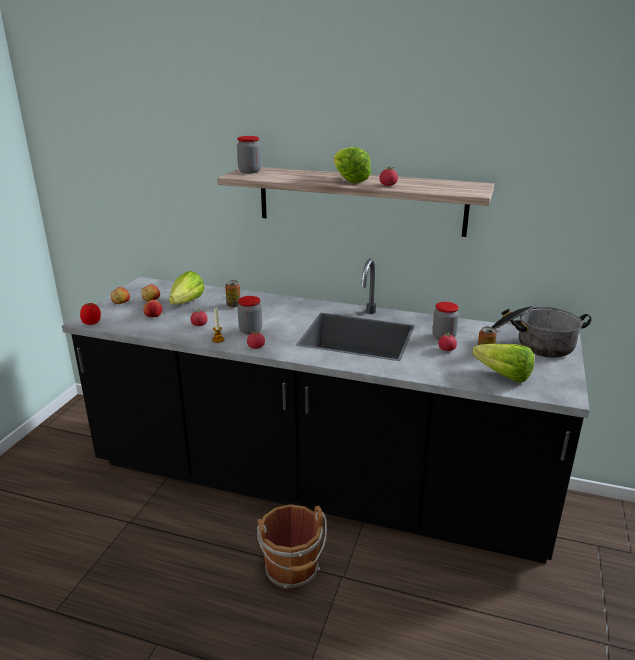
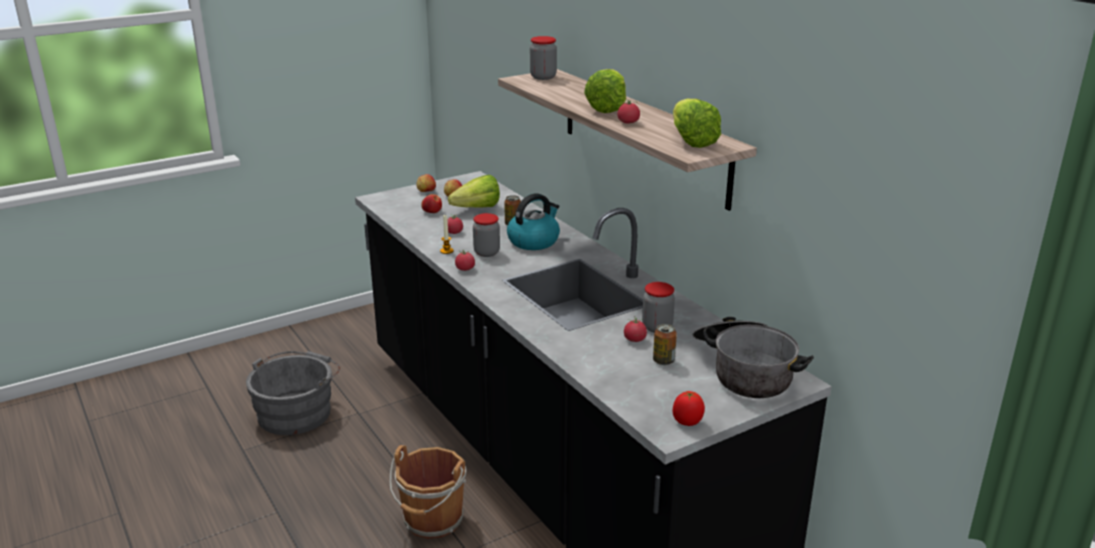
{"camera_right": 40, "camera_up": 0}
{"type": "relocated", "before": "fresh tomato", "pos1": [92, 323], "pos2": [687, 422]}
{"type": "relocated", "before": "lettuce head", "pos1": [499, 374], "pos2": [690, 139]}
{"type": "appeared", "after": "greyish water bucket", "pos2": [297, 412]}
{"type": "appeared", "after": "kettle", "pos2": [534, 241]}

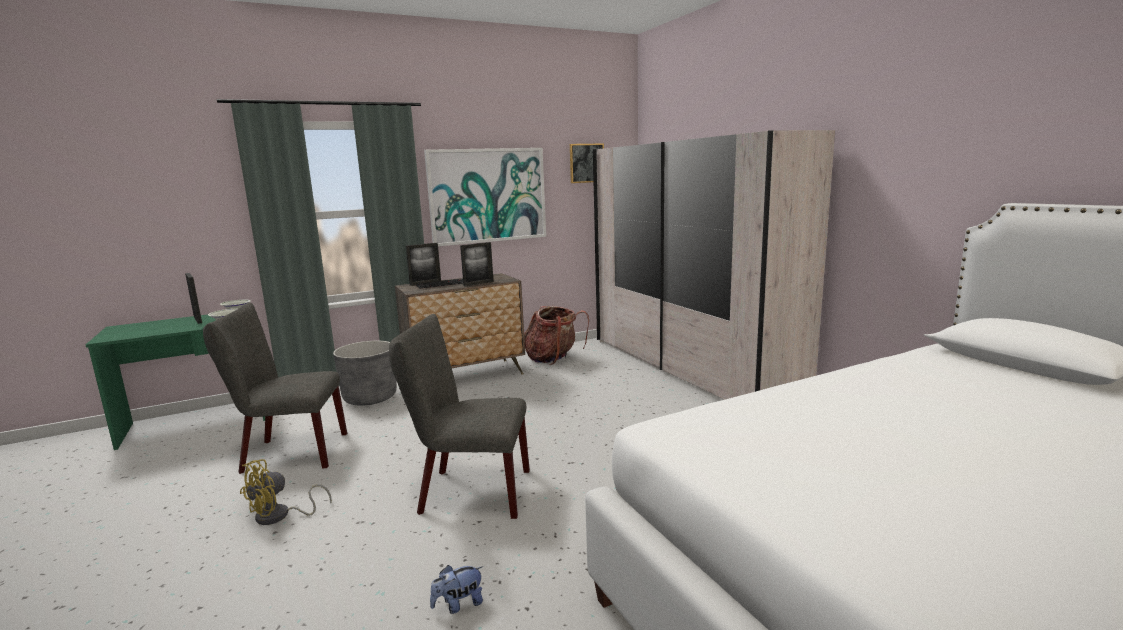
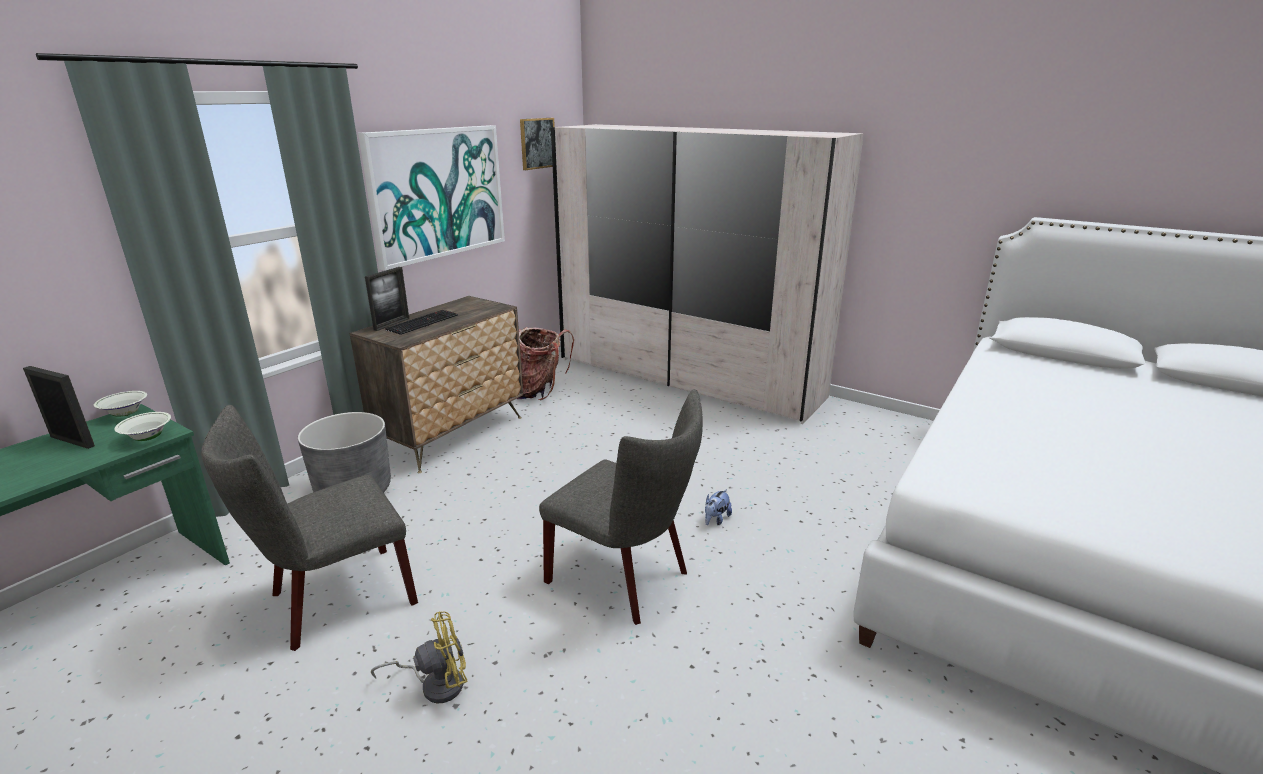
{"camera_right": -30, "camera_up": 10}
{"type": "spun", "before": "yellow cooling fan", "pos1": [280, 516], "pos2": [436, 684], "turn": -120}
{"type": "spun", "before": "greyish chair", "pos1": [468, 492], "pos2": [626, 579], "turn": -120}
{"type": "relocated", "before": "plush toy", "pos1": [458, 604], "pos2": [716, 520]}
{"type": "missing", "before": "photo frame", "pos1": [478, 284]}

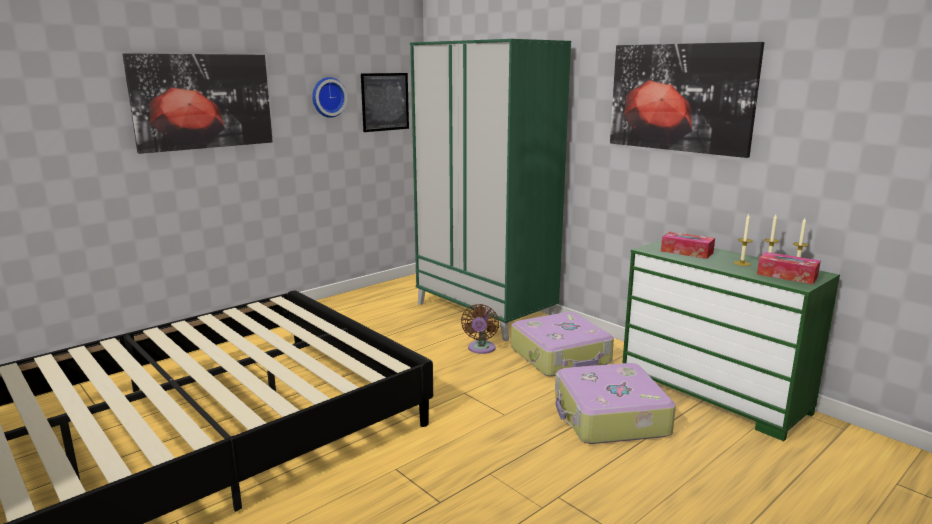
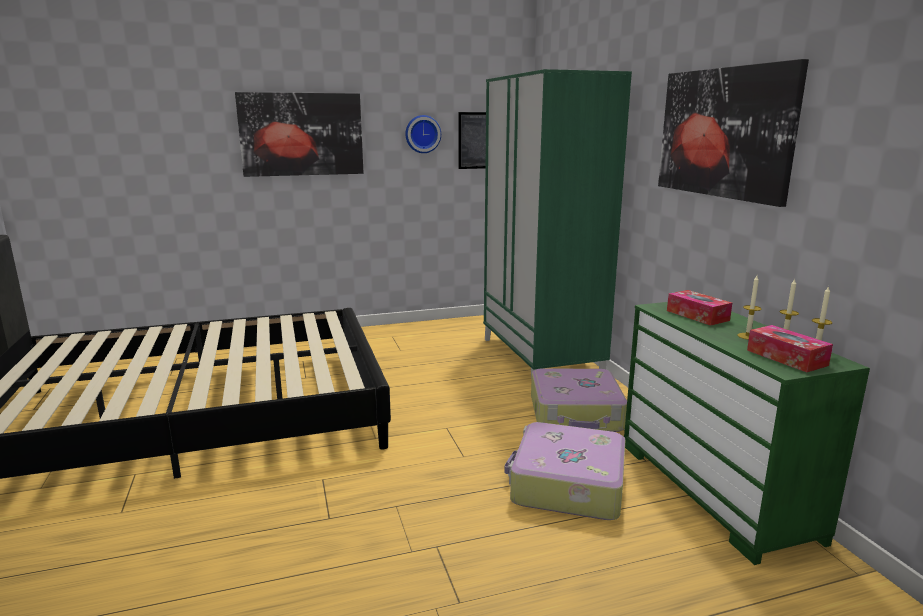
{"camera_right": 25, "camera_up": 0}
{"type": "missing", "before": "brown cooling fan", "pos1": [481, 349]}

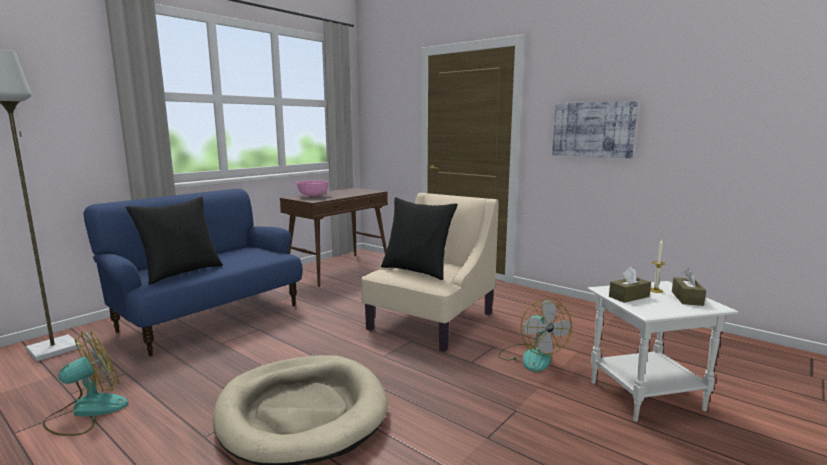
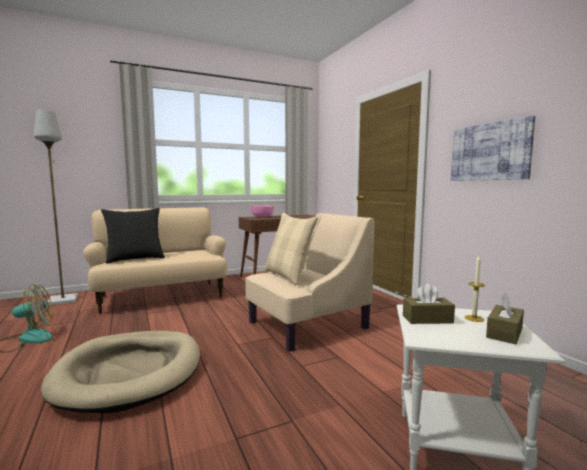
{"camera_right": 25, "camera_up": -5}
{"type": "colour", "before": "blue-coloured couch", "after": "beige couch", "pos1": [209, 317], "pos2": [161, 296]}
{"type": "colour", "before": "blackish throw pillow", "after": "beige throw pillow", "pos1": [416, 270], "pos2": [288, 276]}
{"type": "missing", "before": "cooling fan", "pos1": [531, 357]}

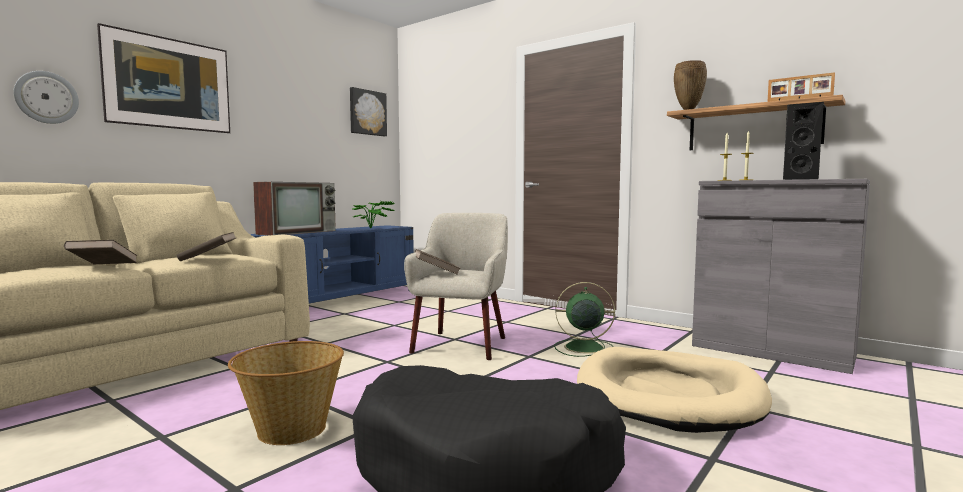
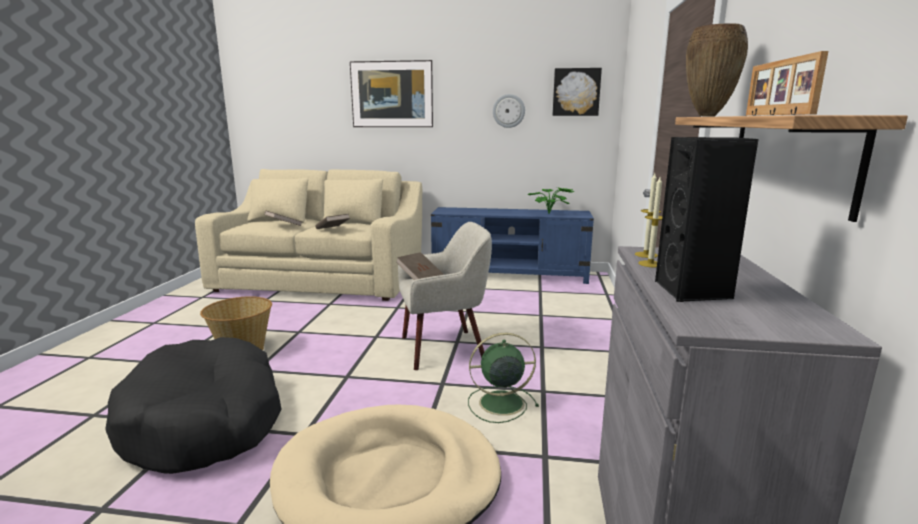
{"camera_right": 60, "camera_up": 10}
{"type": "relocated", "before": "wall clock", "pos1": [46, 97], "pos2": [508, 111]}
{"type": "missing", "before": "television", "pos1": [298, 232]}
{"type": "spun", "before": "greenish cooling fan", "pos1": [582, 347], "pos2": [499, 403], "turn": -75}

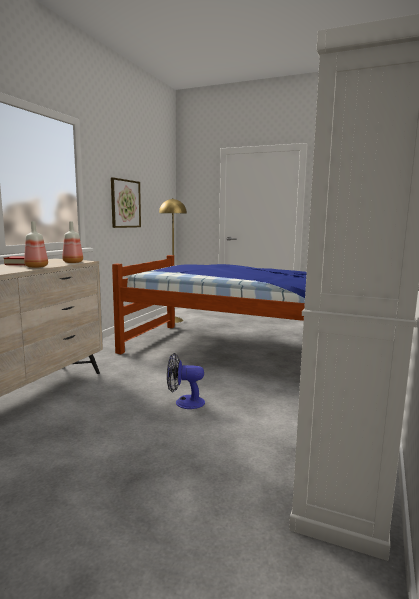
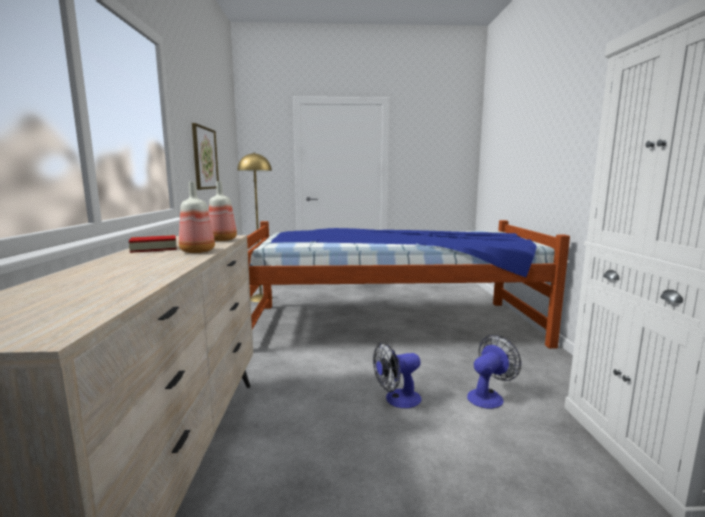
{"camera_right": -25, "camera_up": 0}
{"type": "appeared", "after": "cooling fan", "pos2": [488, 396]}

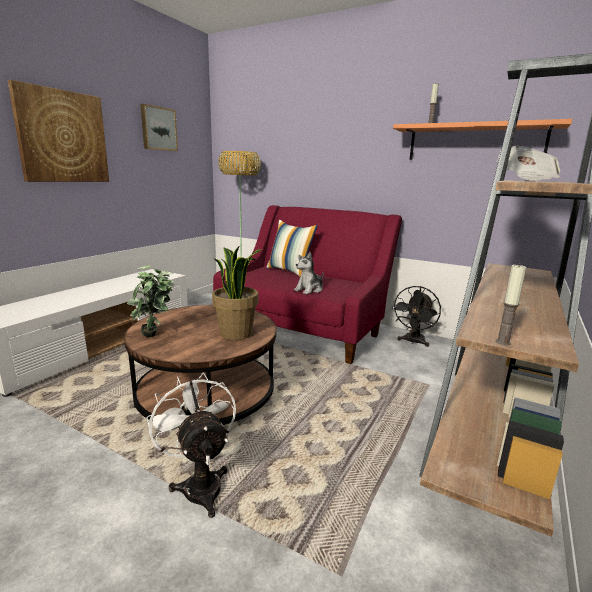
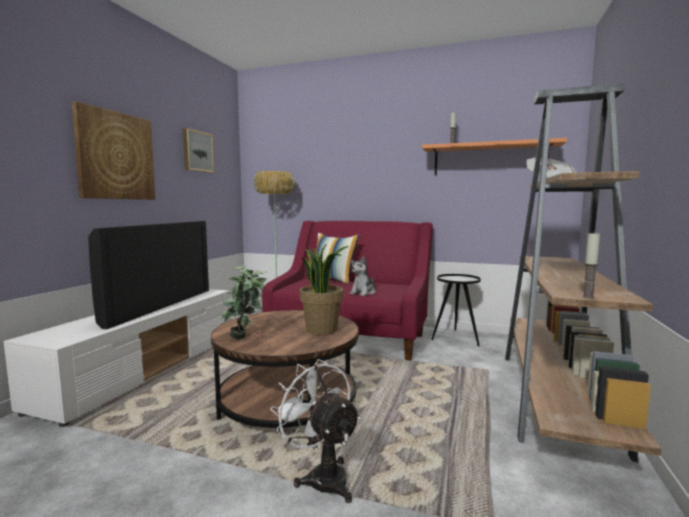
{"camera_right": -10, "camera_up": -10}
{"type": "exchanged", "before": "blackish cooling fan", "after": "blackish side table", "pos1": [413, 342], "pos2": [456, 337]}
{"type": "appeared", "after": "television", "pos2": [159, 305]}

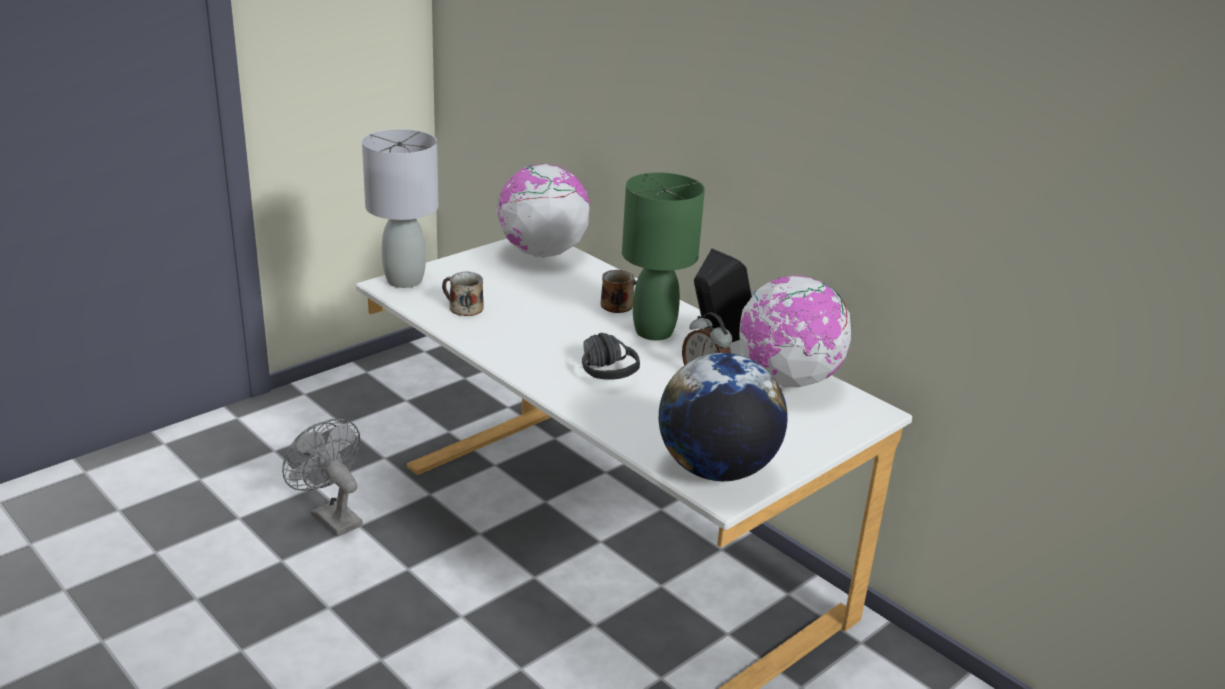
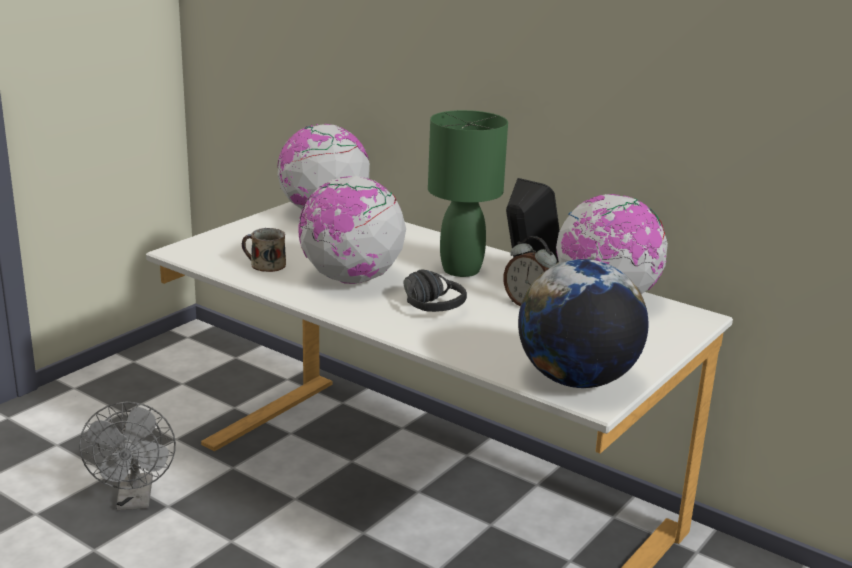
{"camera_right": -10, "camera_up": -5}
{"type": "spun", "before": "greyish cooling fan", "pos1": [331, 516], "pos2": [135, 500], "turn": -135}
{"type": "missing", "before": "greyish tabletop lamp", "pos1": [405, 280]}
{"type": "missing", "before": "coffee mug", "pos1": [619, 305]}
{"type": "appeared", "after": "globe", "pos2": [351, 279]}

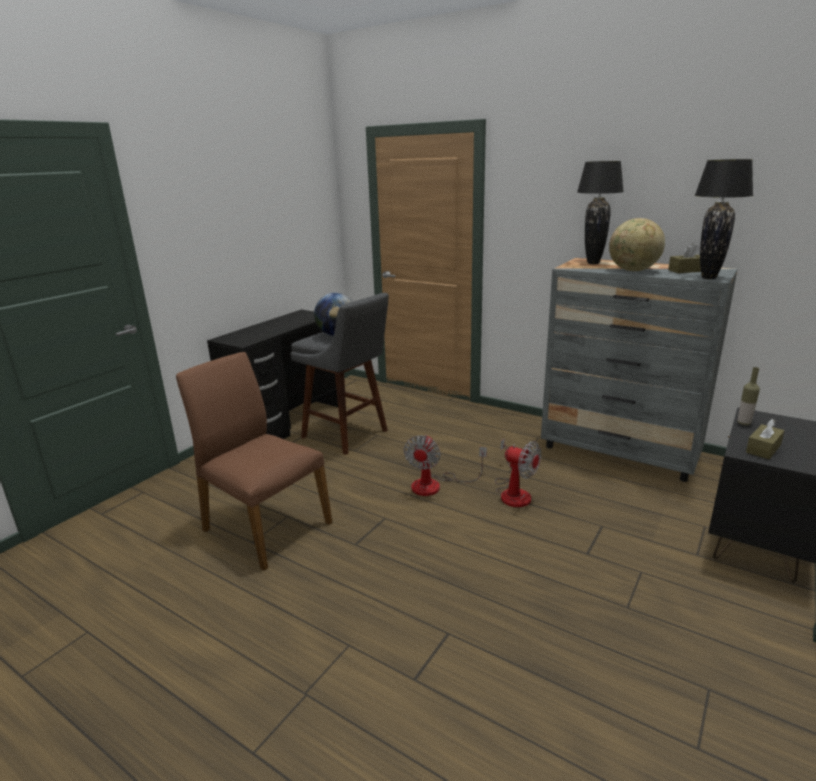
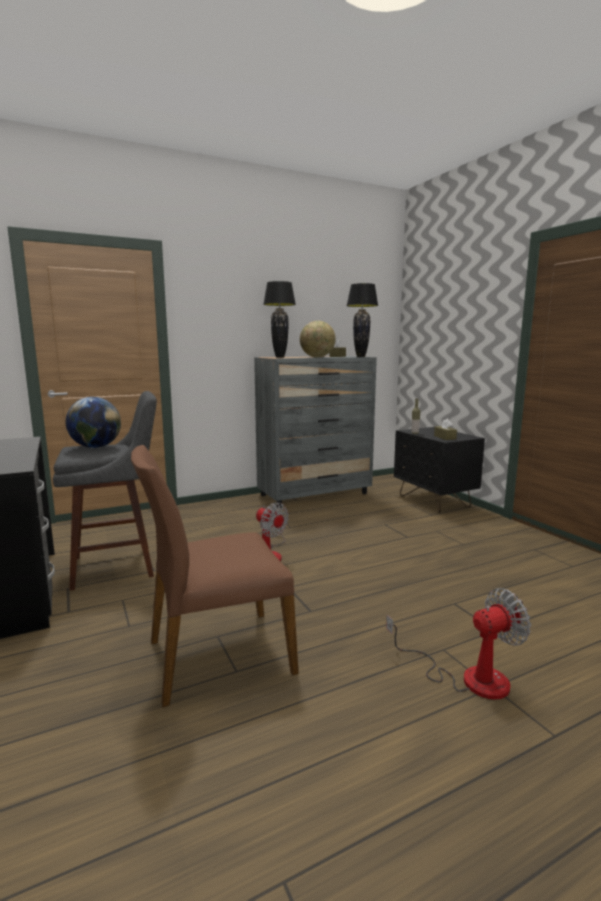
{"camera_right": -60, "camera_up": -10}
{"type": "relocated", "before": "cooling fan", "pos1": [513, 492], "pos2": [468, 677]}

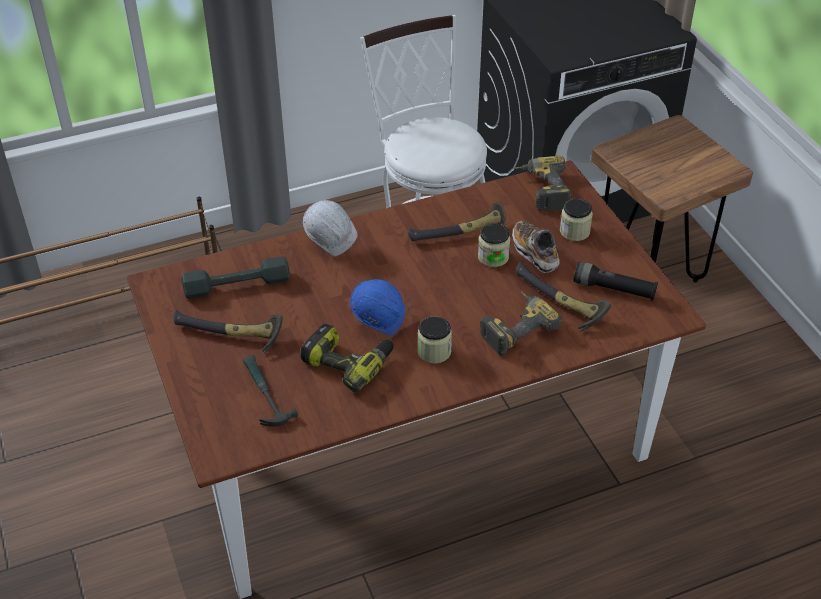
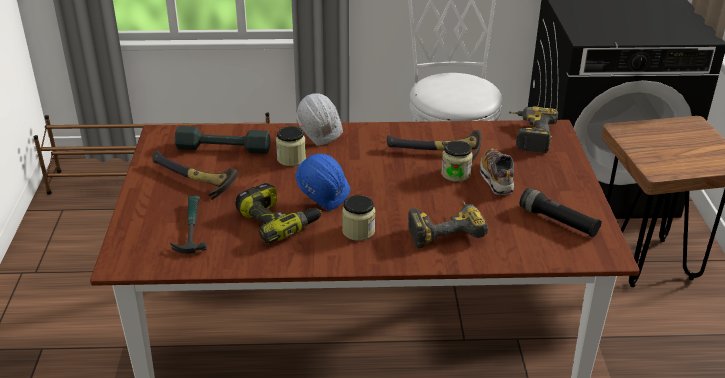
{"camera_right": 20, "camera_up": -10}
{"type": "missing", "before": "tool hammer", "pos1": [558, 304]}
{"type": "relocated", "before": "preserve jar", "pos1": [574, 231], "pos2": [291, 159]}

